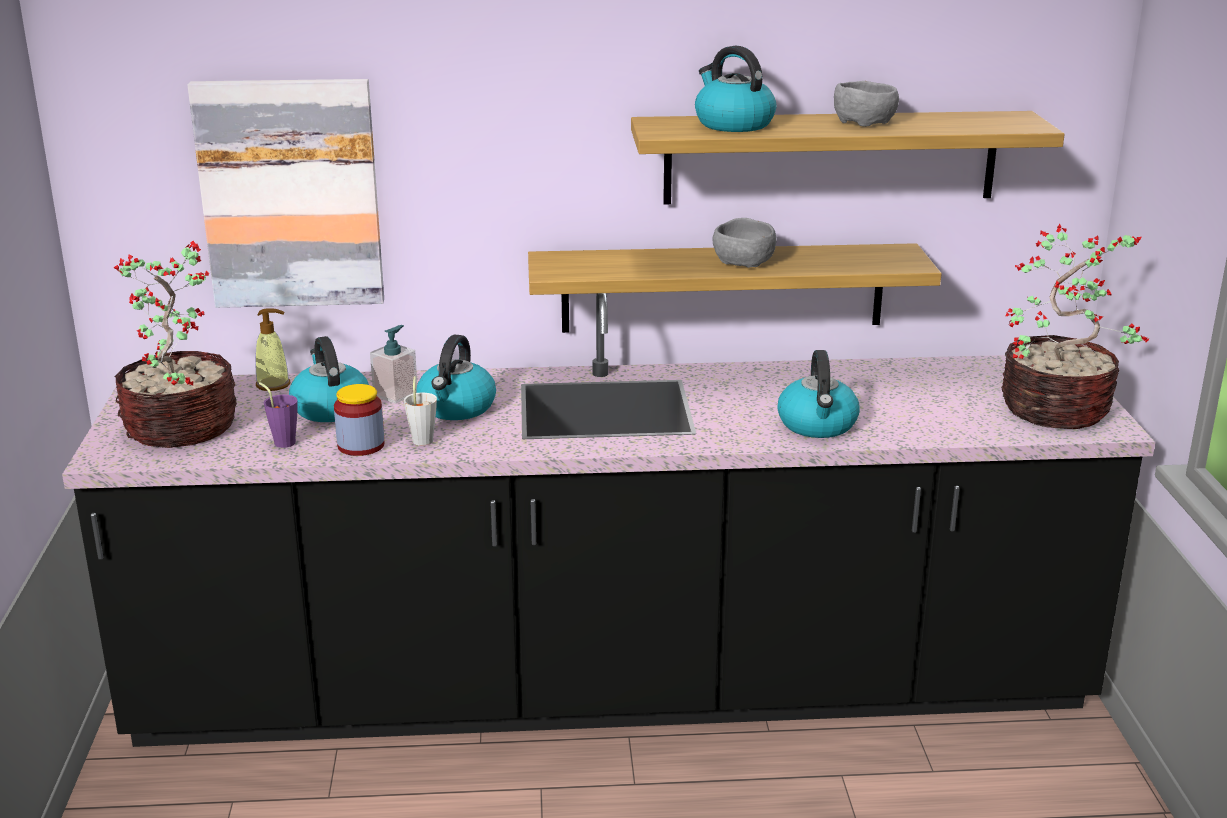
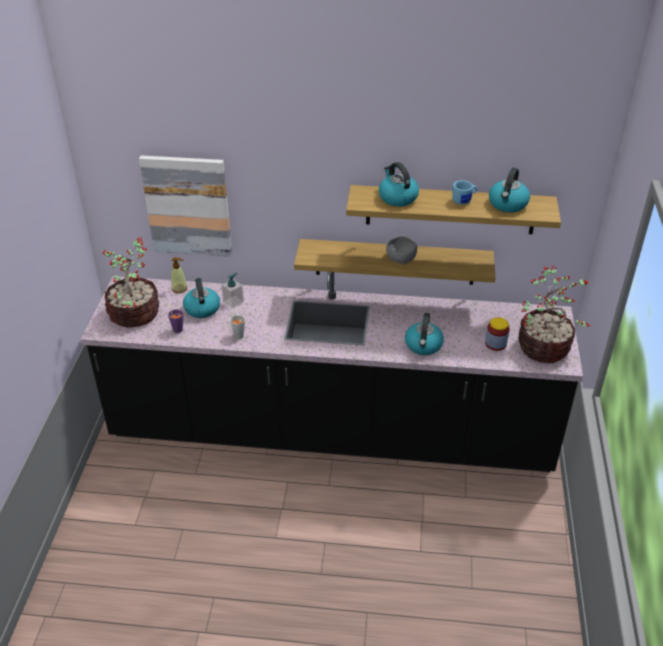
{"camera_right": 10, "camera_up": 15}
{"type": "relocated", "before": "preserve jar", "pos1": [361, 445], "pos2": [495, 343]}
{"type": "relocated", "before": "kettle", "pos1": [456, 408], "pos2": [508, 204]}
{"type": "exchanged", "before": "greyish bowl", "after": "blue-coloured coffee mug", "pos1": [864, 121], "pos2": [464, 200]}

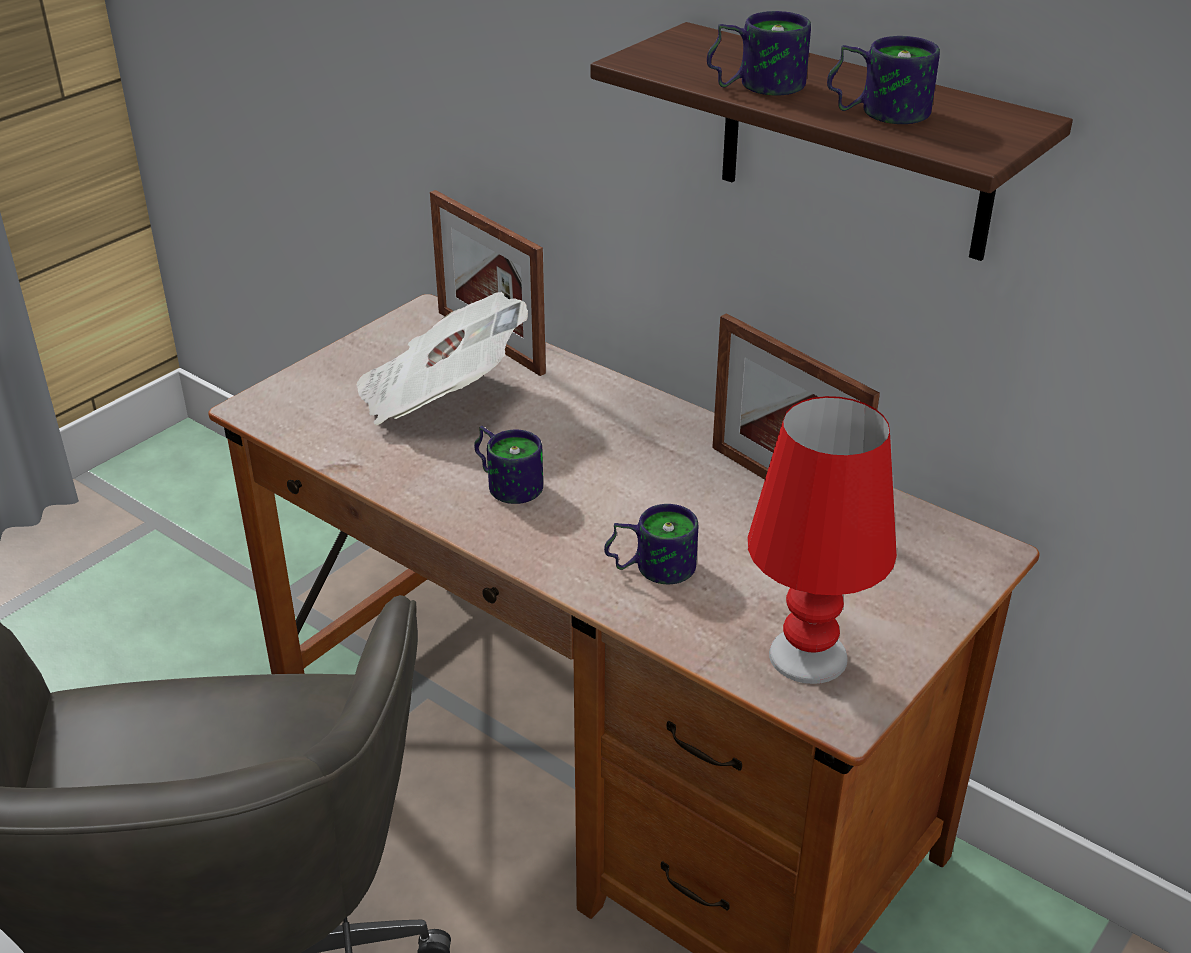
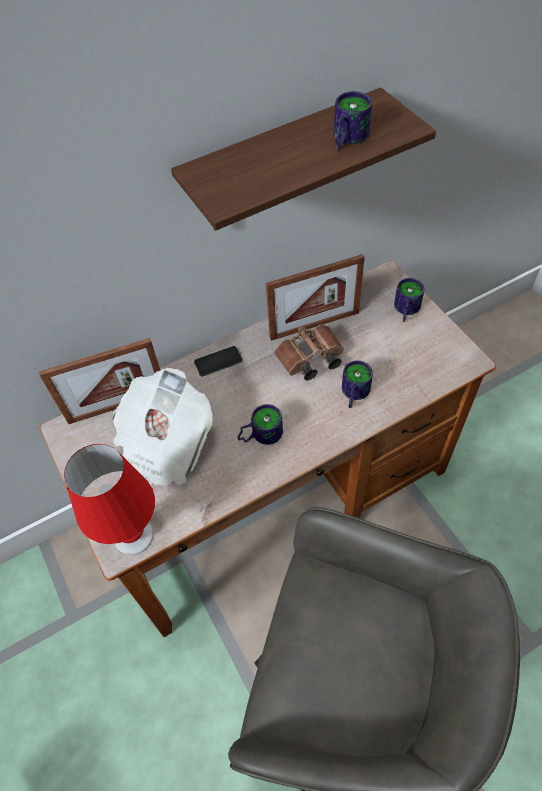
{"camera_right": -65, "camera_up": 20}
{"type": "relocated", "before": "coffee mug", "pos1": [755, 84], "pos2": [404, 310]}
{"type": "relocated", "before": "reddish tabletop lamp", "pos1": [808, 657], "pos2": [134, 536]}
{"type": "appeared", "after": "handset", "pos2": [218, 361]}
{"type": "appeared", "after": "brown field glasses", "pos2": [309, 360]}

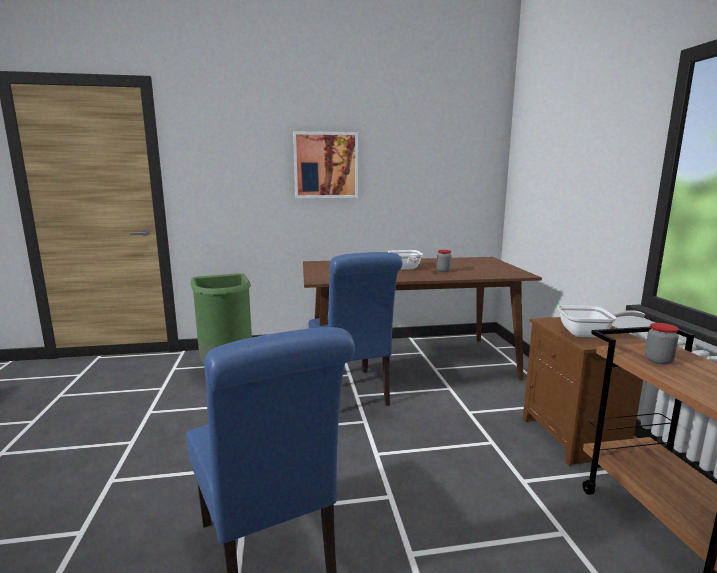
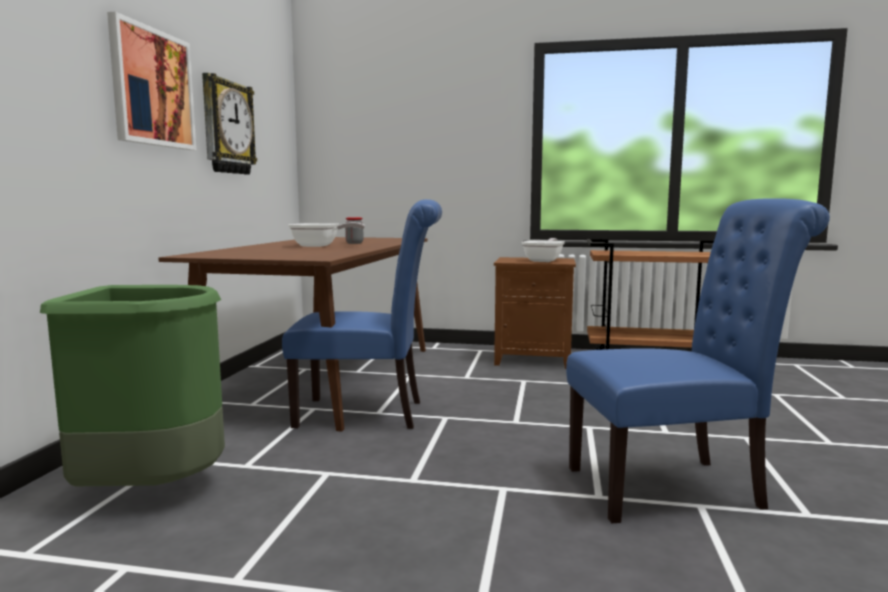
{"camera_right": -70, "camera_up": -5}
{"type": "missing", "before": "preserve jar", "pos1": [658, 360]}
{"type": "appeared", "after": "wall clock", "pos2": [227, 127]}

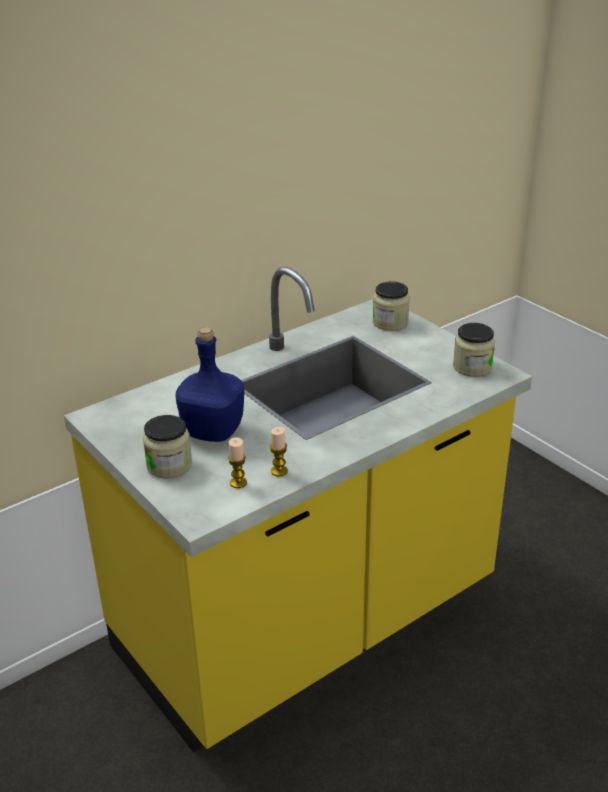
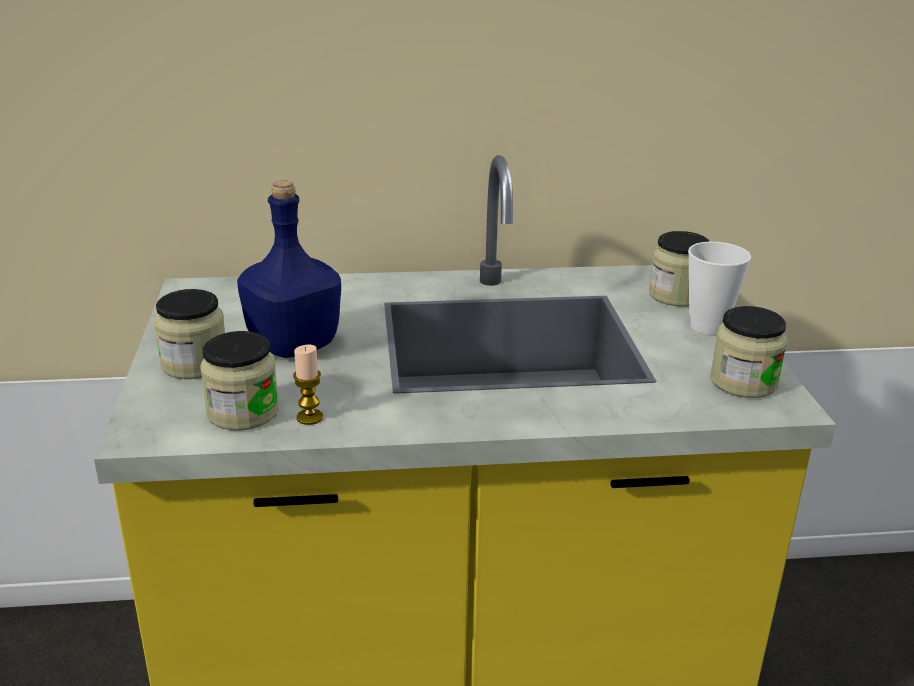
{"camera_right": 30, "camera_up": -5}
{"type": "exchanged", "before": "wax light", "after": "preserve jar", "pos1": [238, 483], "pos2": [243, 412]}
{"type": "appeared", "after": "drinking cup", "pos2": [708, 326]}

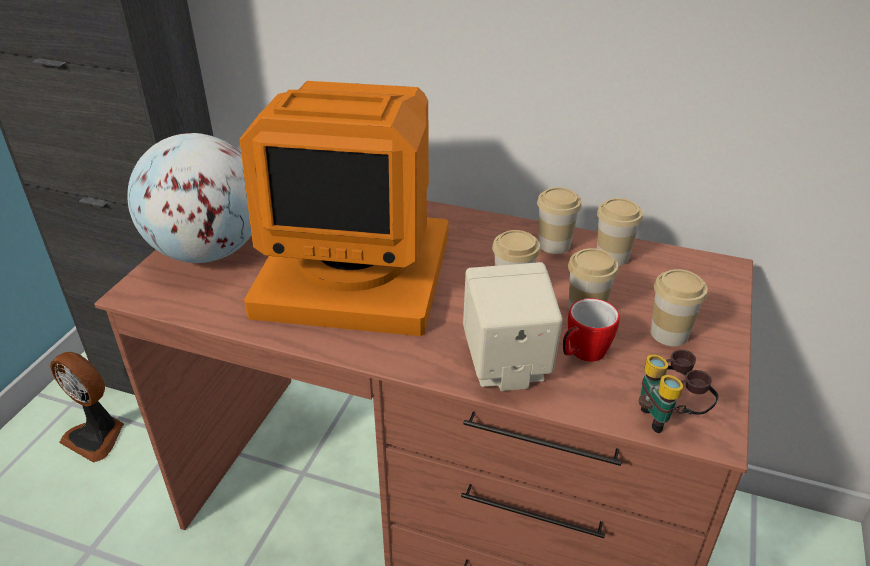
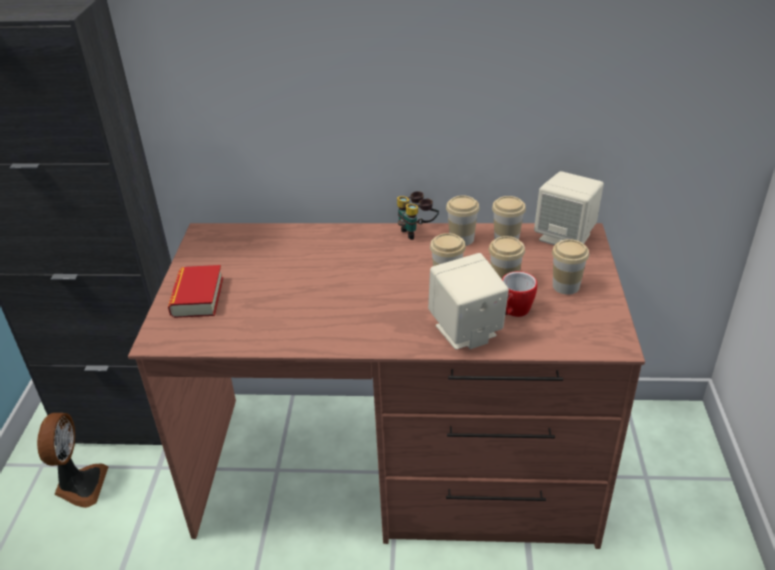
{"camera_right": -15, "camera_up": 0}
{"type": "spun", "before": "cooling fan", "pos1": [97, 436], "pos2": [80, 485], "turn": -105}
{"type": "exchanged", "before": "globe", "after": "bound book", "pos1": [208, 252], "pos2": [197, 297]}
{"type": "missing", "before": "monitor", "pos1": [356, 271]}
{"type": "relocated", "before": "field glasses", "pos1": [669, 417], "pos2": [417, 231]}
{"type": "appeared", "after": "beige loudspeaker", "pos2": [565, 237]}

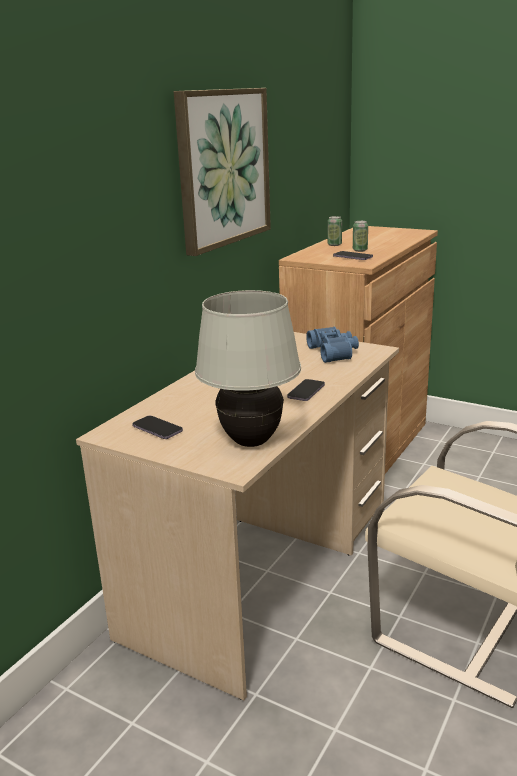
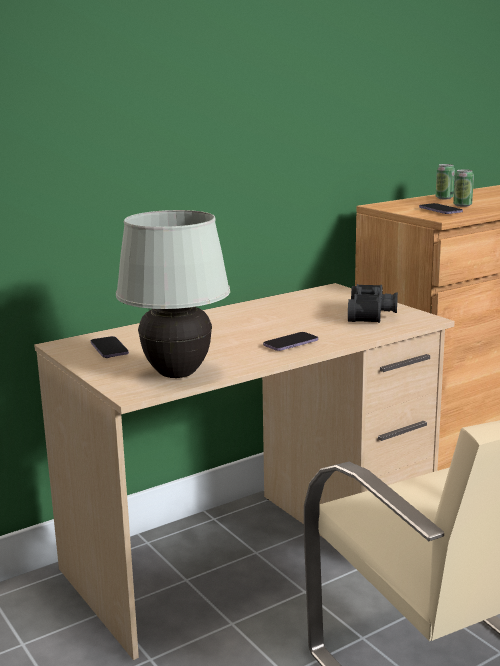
{"camera_right": 25, "camera_up": -5}
{"type": "missing", "before": "wall picture", "pos1": [222, 168]}
{"type": "colour", "before": "blue-coloured field glasses", "after": "blackish field glasses", "pos1": [334, 352], "pos2": [373, 314]}

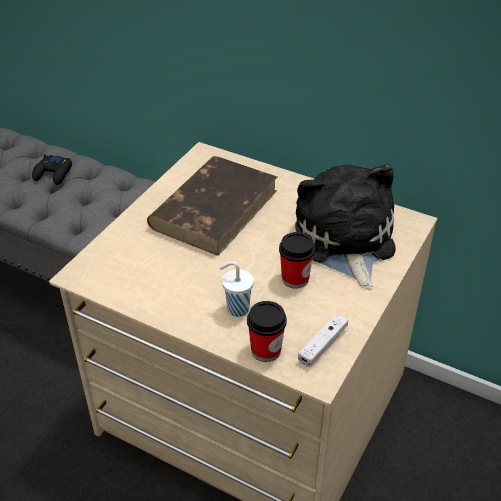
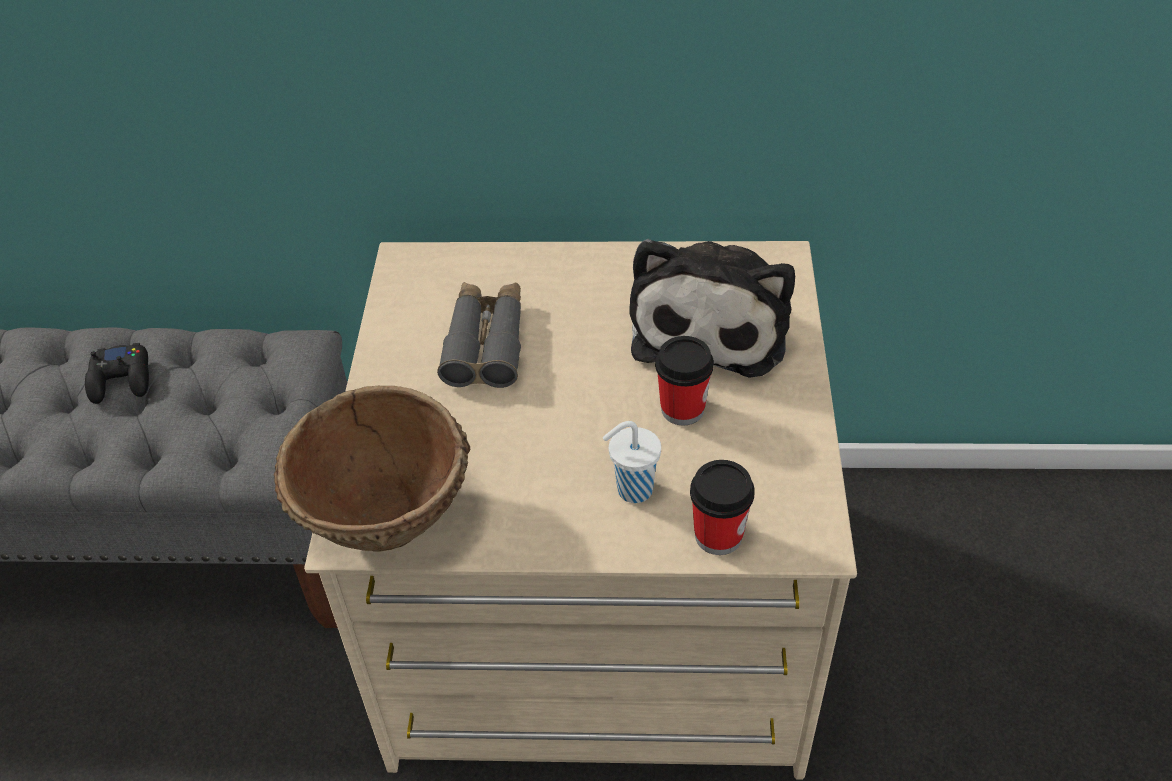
{"camera_right": -25, "camera_up": 5}
{"type": "exchanged", "before": "brown bound book", "after": "greyish field glasses", "pos1": [215, 208], "pos2": [486, 343]}
{"type": "spun", "before": "plush toy", "pos1": [345, 241], "pos2": [711, 323], "turn": -135}
{"type": "missing", "before": "white joypad", "pos1": [322, 345]}
{"type": "appeared", "after": "brown bowl", "pos2": [387, 519]}

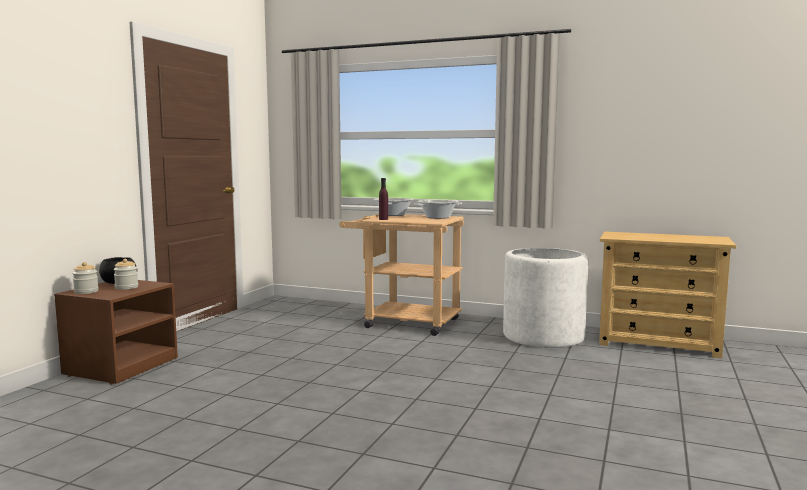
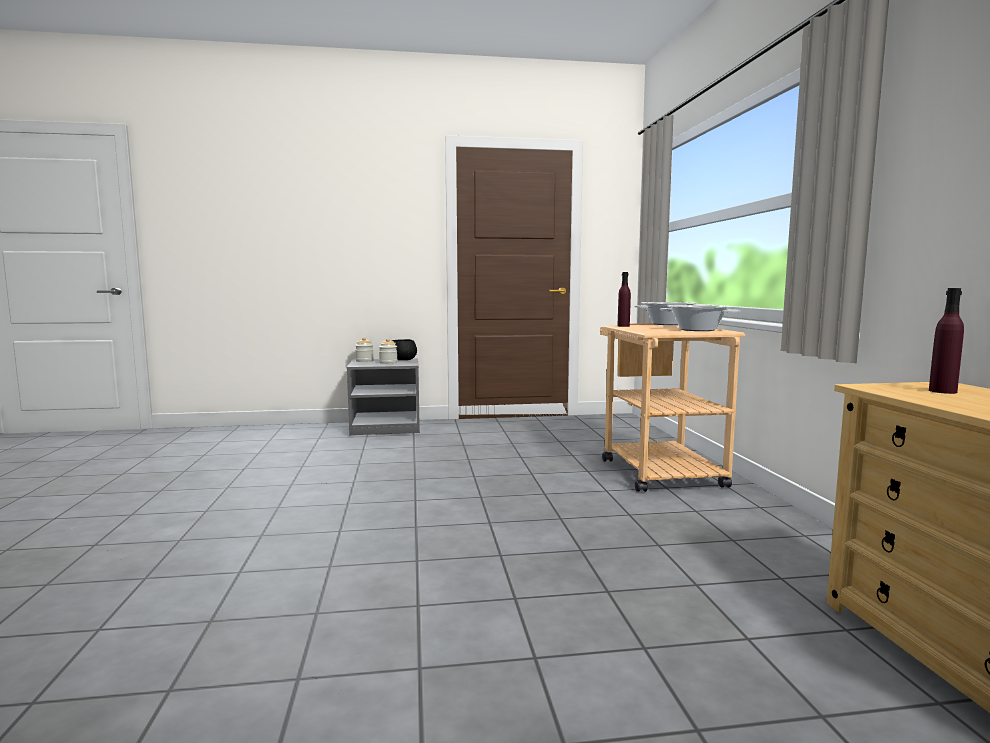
{"camera_right": 60, "camera_up": 0}
{"type": "colour", "before": "brown nightstand", "after": "greyish nightstand", "pos1": [121, 366], "pos2": [386, 427]}
{"type": "missing", "before": "white flower pot", "pos1": [543, 336]}
{"type": "appeared", "after": "purple-coloured drink bottle", "pos2": [942, 391]}

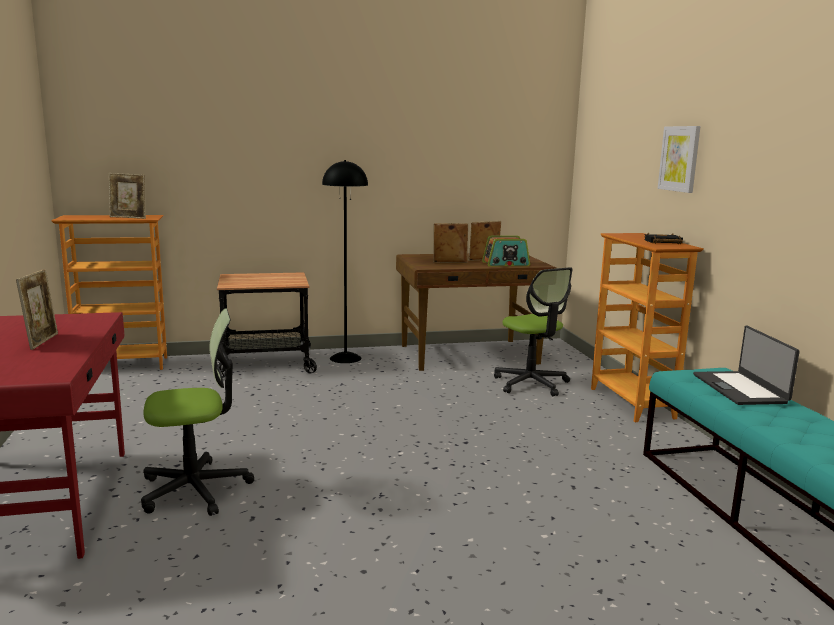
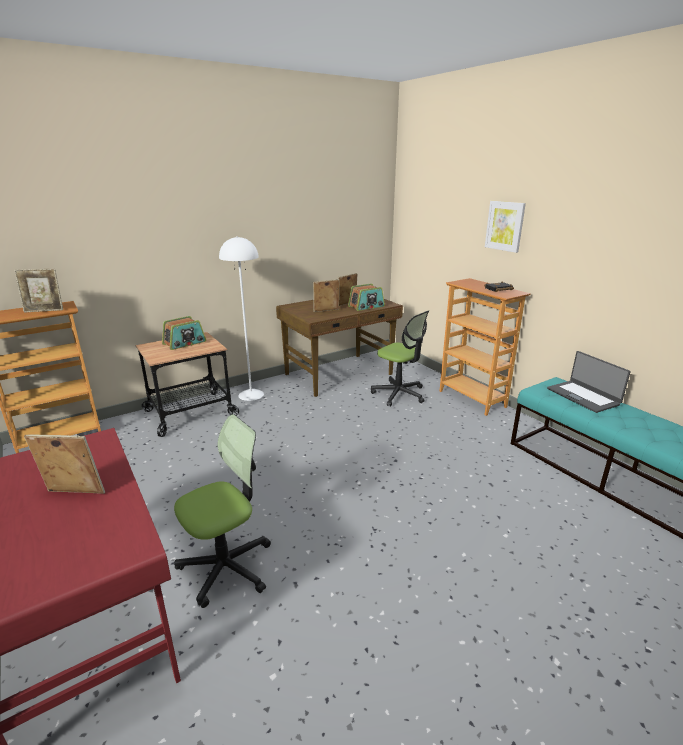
{"camera_right": -20, "camera_up": 10}
{"type": "spun", "before": "photo frame", "pos1": [42, 341], "pos2": [74, 493], "turn": -60}
{"type": "colour", "before": "blackish standard lamp", "after": "white standard lamp", "pos1": [346, 358], "pos2": [251, 394]}
{"type": "appeared", "after": "radio set", "pos2": [184, 343]}

